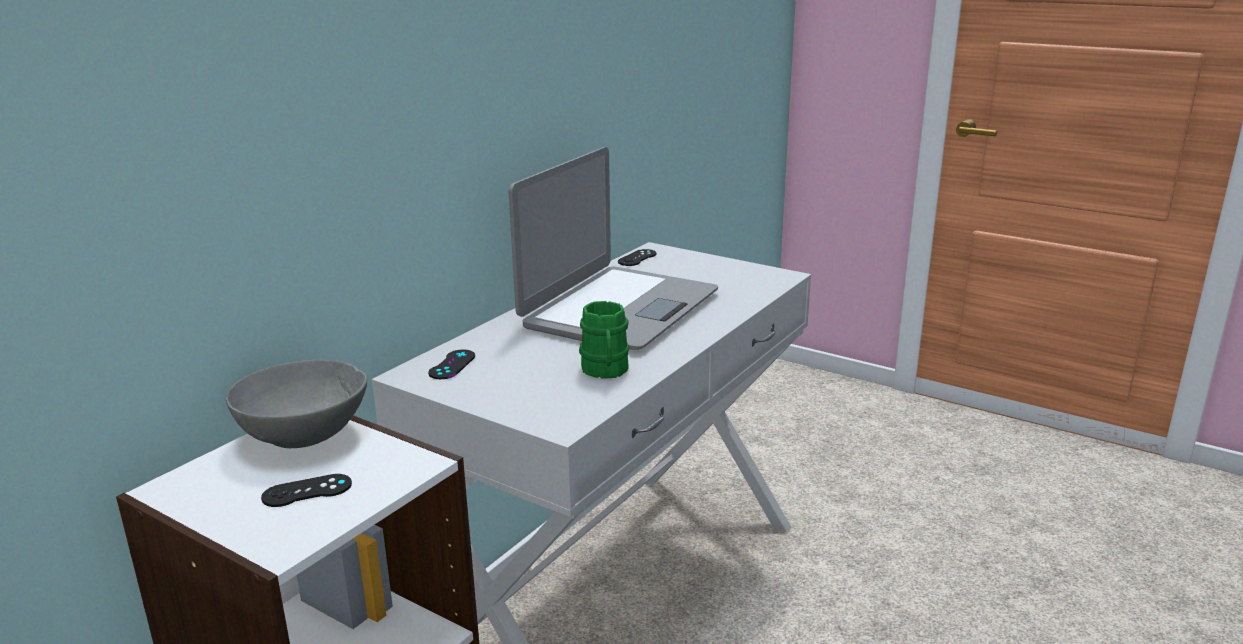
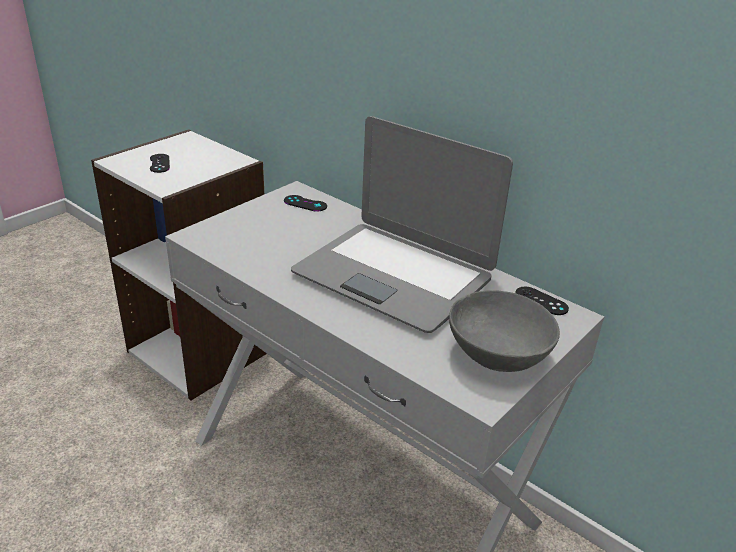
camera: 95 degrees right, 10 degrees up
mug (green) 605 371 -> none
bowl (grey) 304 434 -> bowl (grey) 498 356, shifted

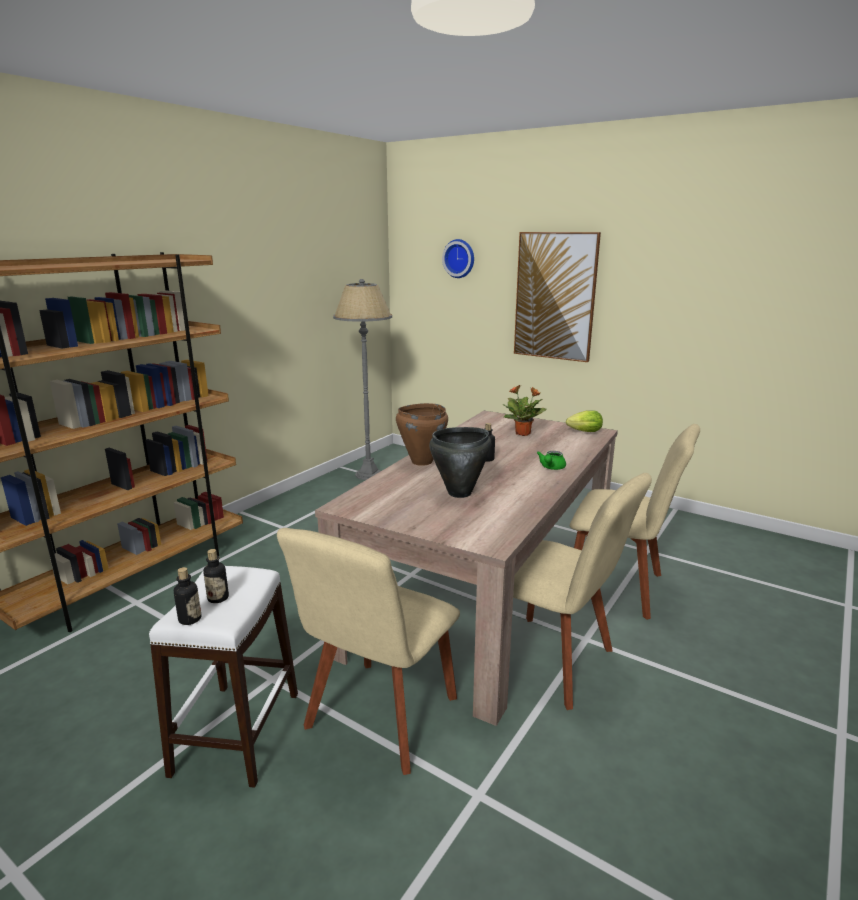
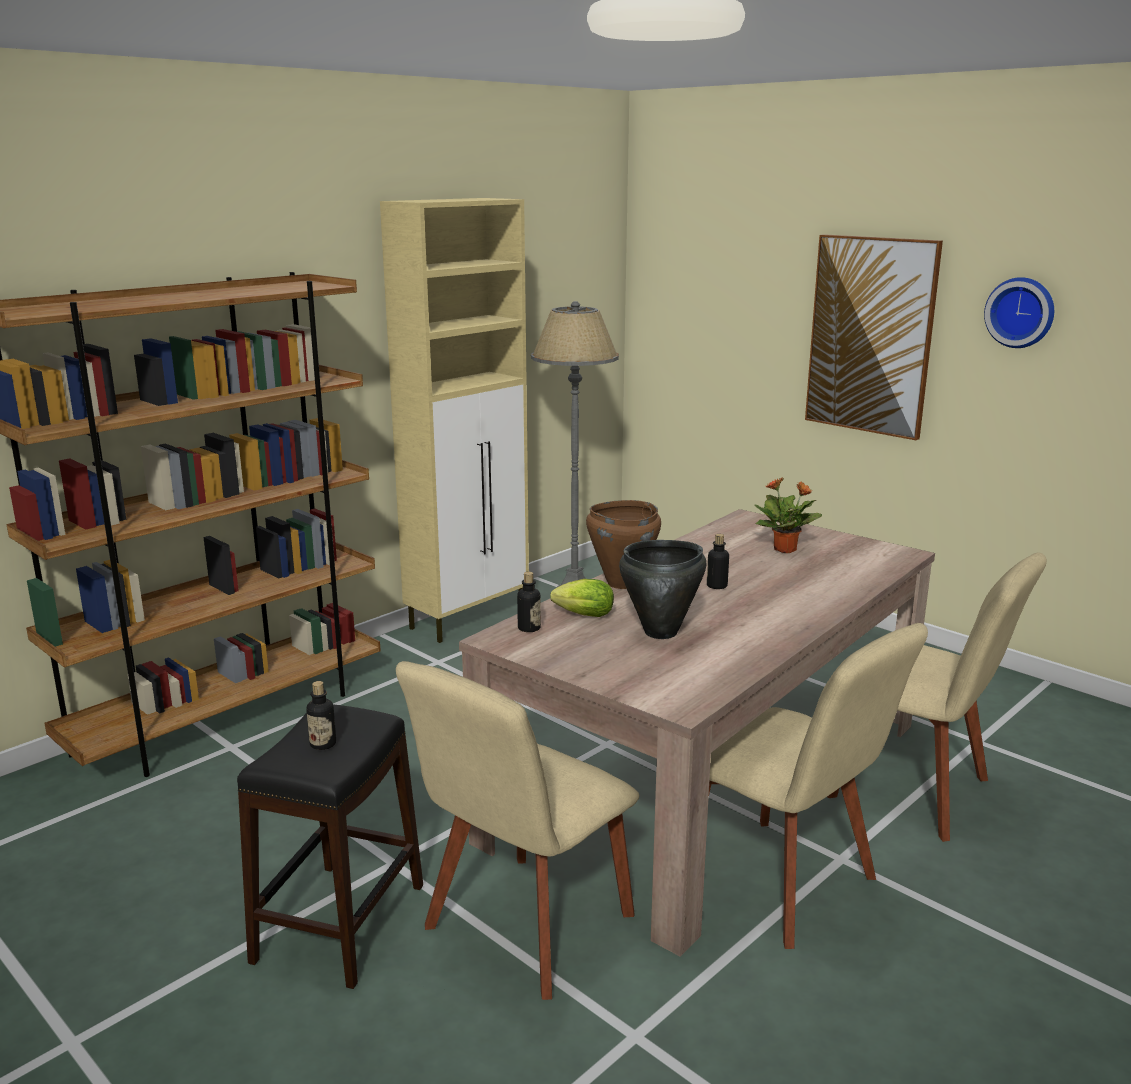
camera: 10 degrees right, 0 degrees up
wall clock 459 258 -> wall clock 1021 312, shifted
lettuce 582 432 -> lettuce 581 615, shifted
teapot (green) 551 468 -> none
stool (white) 236 733 -> stool (black) 338 923
bottle 190 619 -> bottle 529 628, shifted
none -> cabinet (beige) 469 618

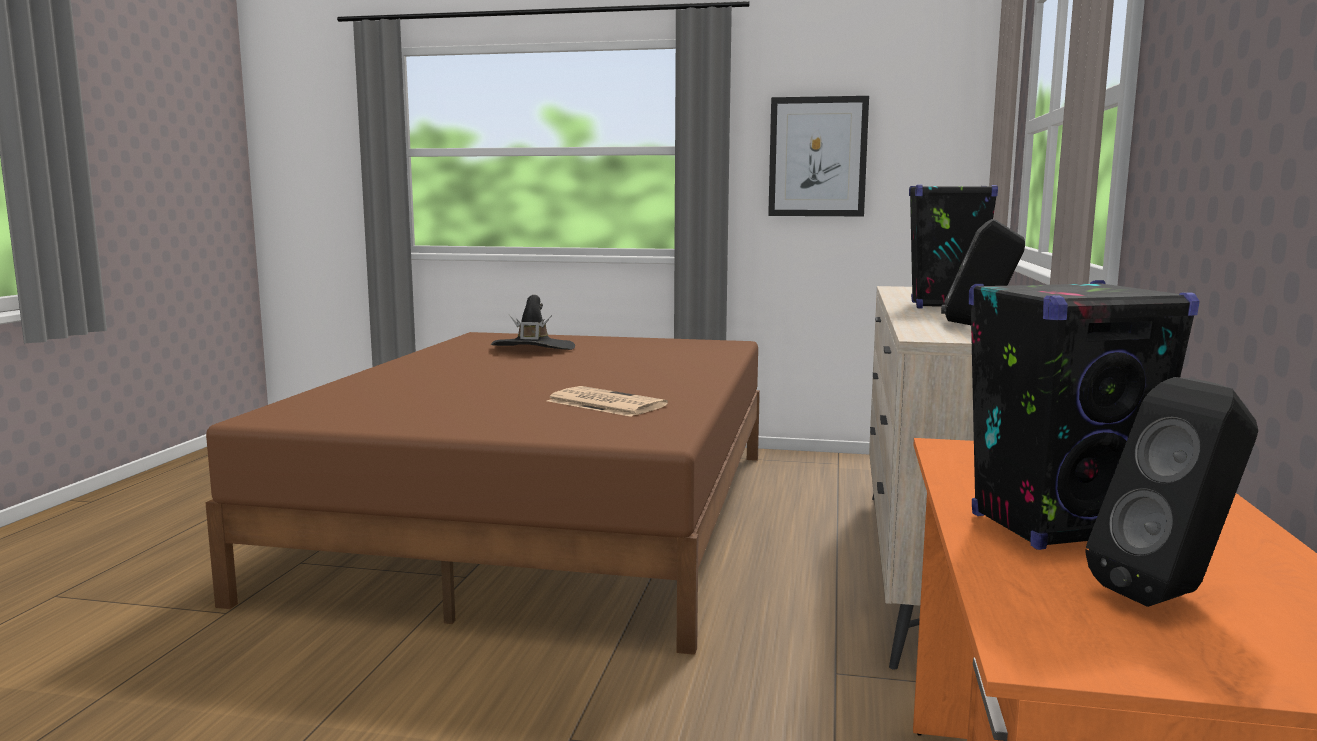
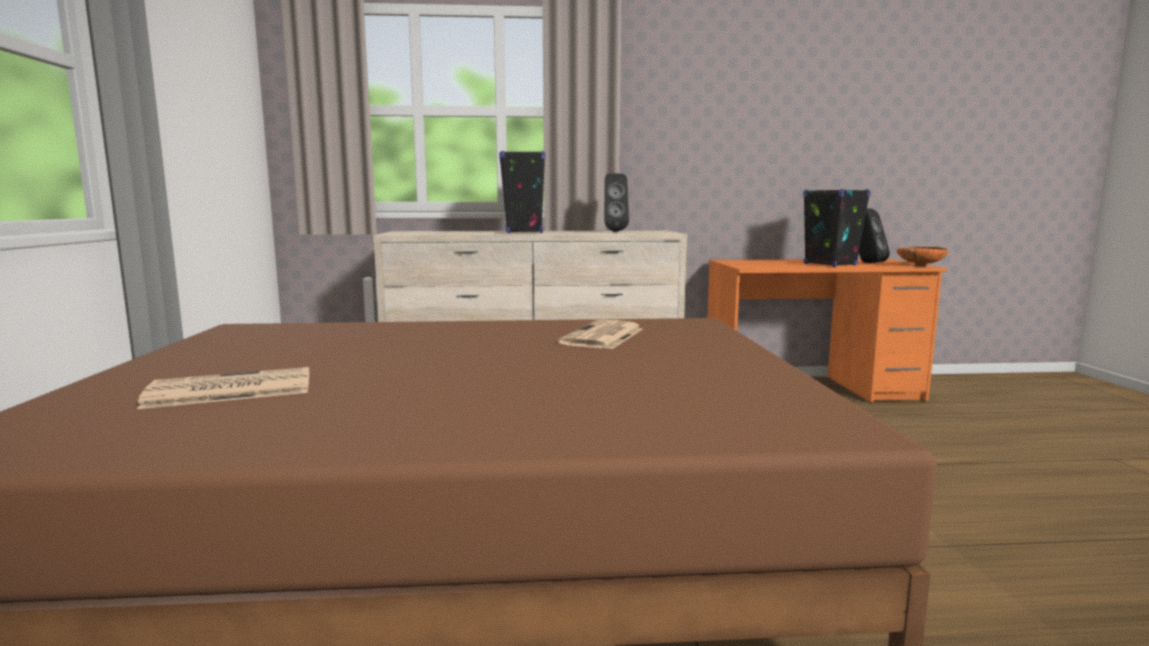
camera: 105 degrees left, 0 degrees up
picture 817 157 -> none
hat (black) 533 348 -> newspaper 228 390
none -> bowl (orange) 920 266

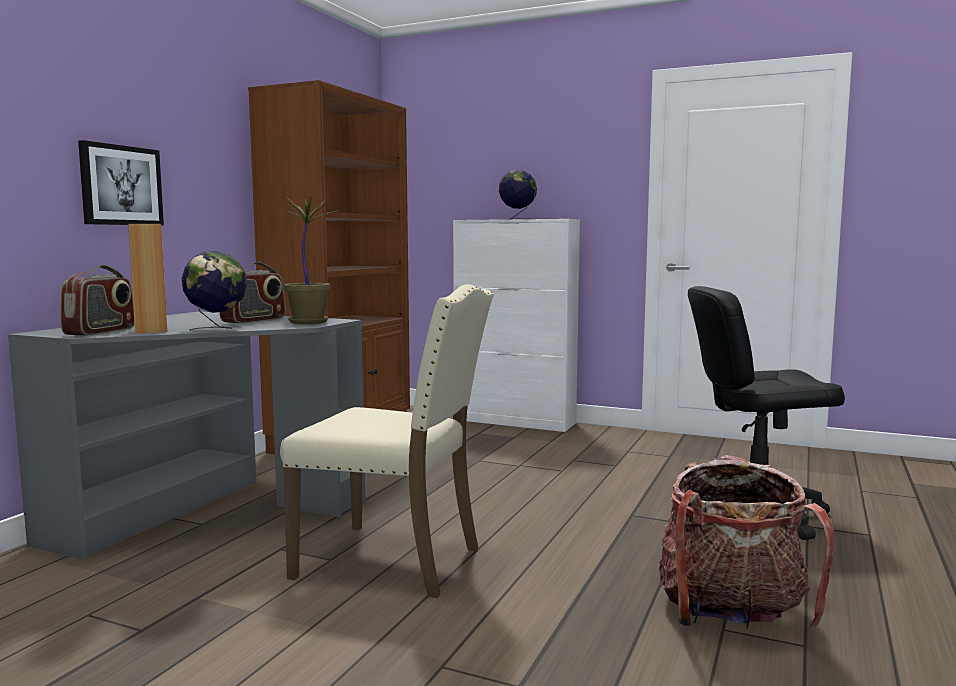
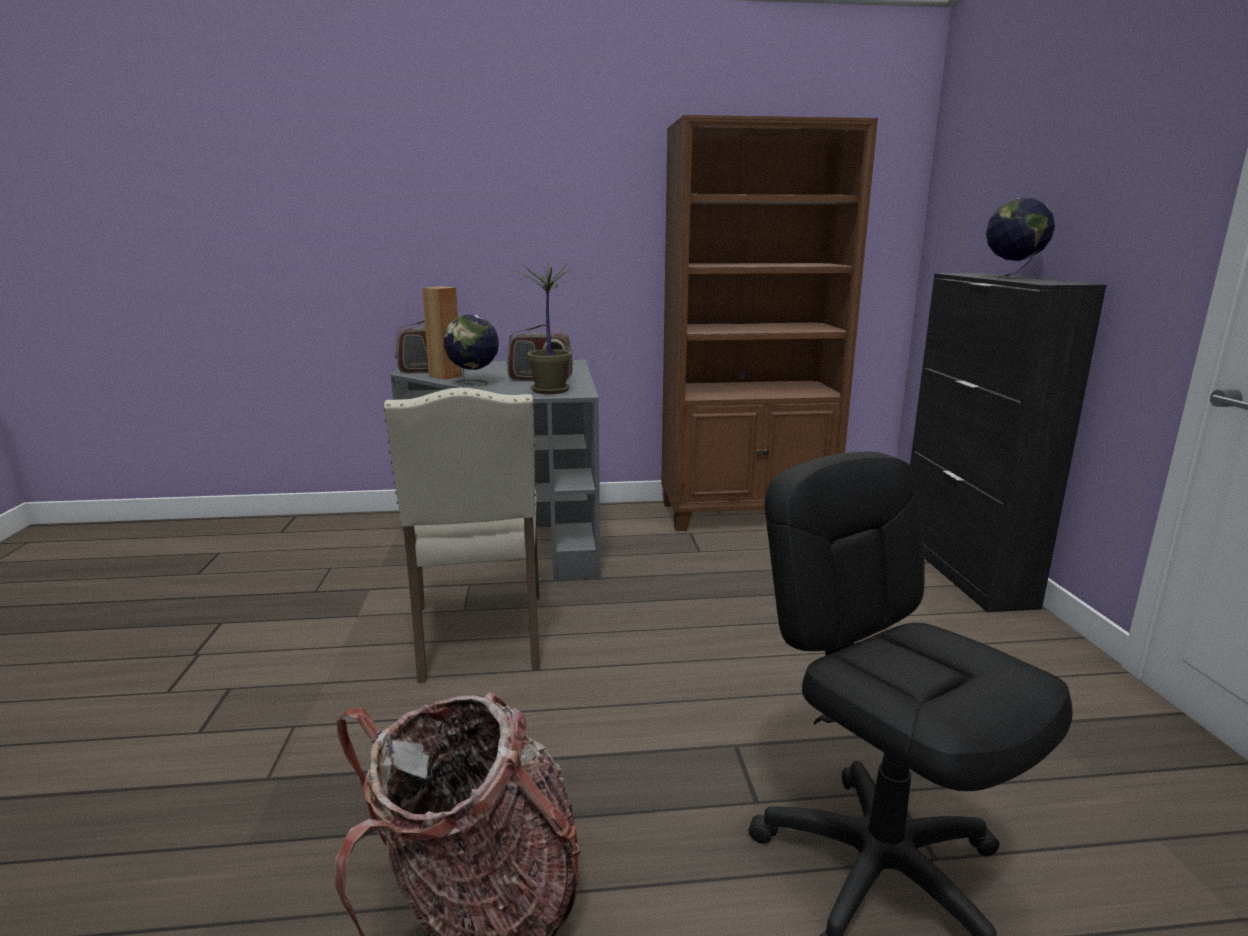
camera: 60 degrees right, 10 degrees up
picture 120 185 -> none
cabinet (white) 515 421 -> cabinet (black) 964 570

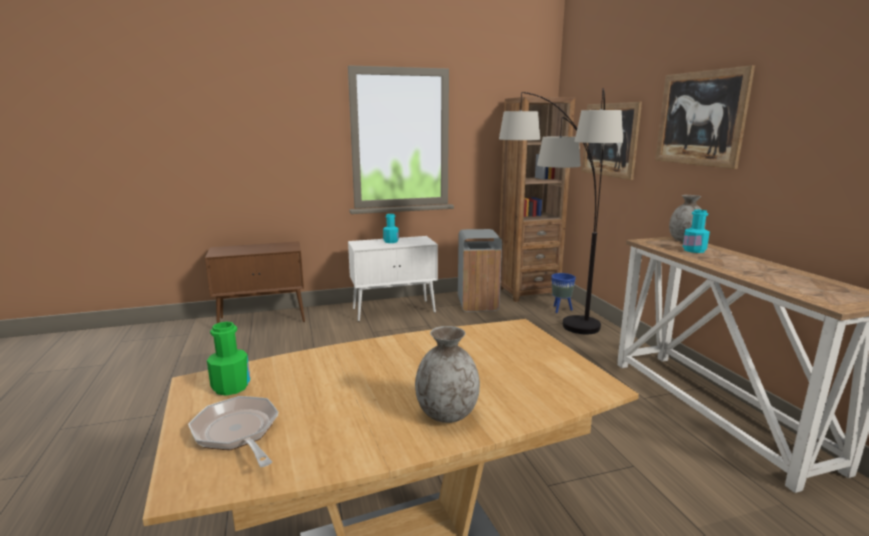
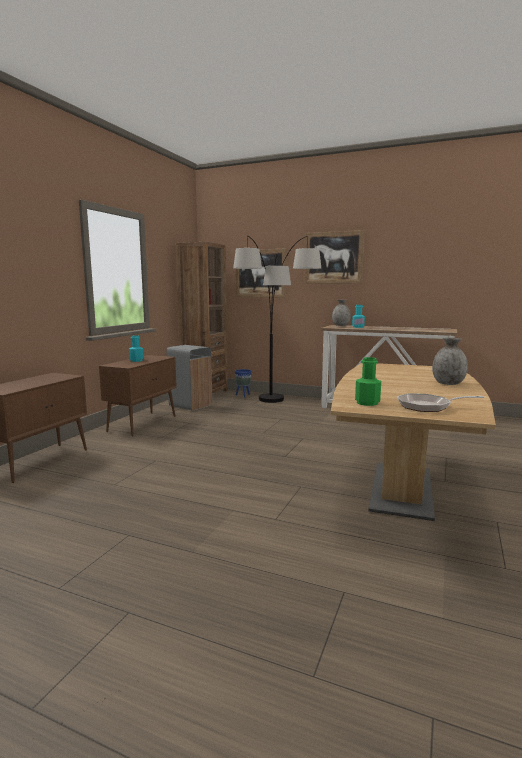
camera: 50 degrees left, 5 degrees down
cabinet (white) 394 310 -> cabinet (brown) 143 423

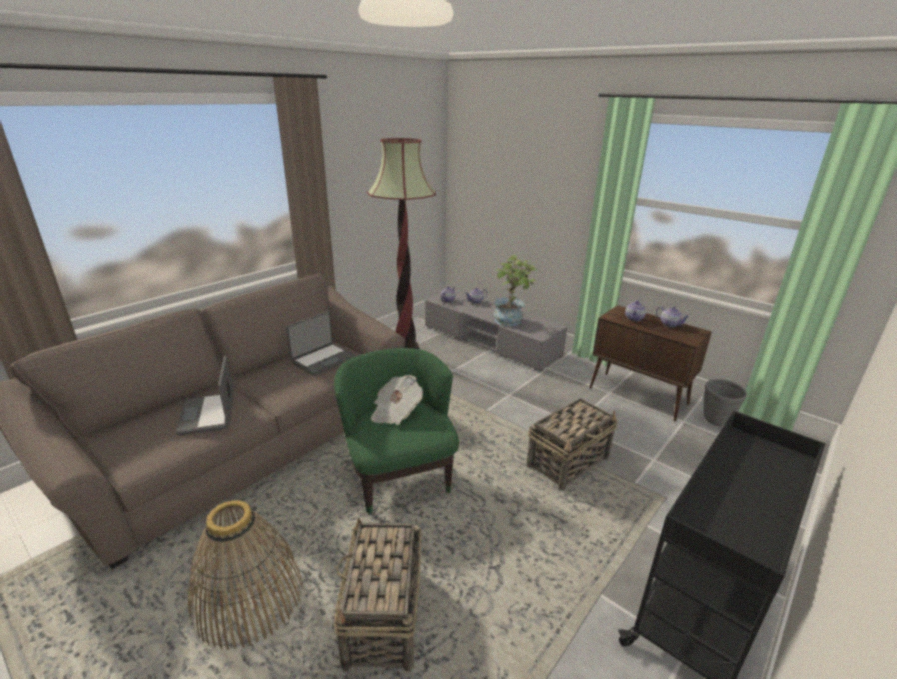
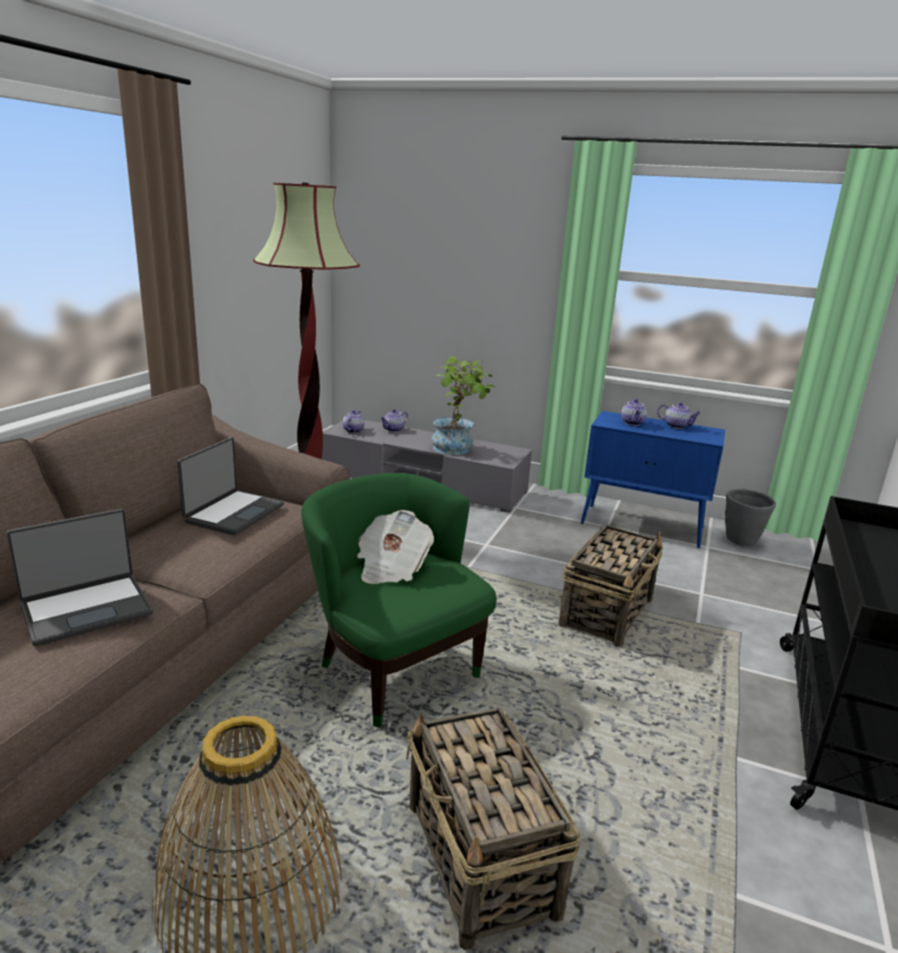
camera: 20 degrees left, 5 degrees down
cabinet (brown) 639 396 -> cabinet (blue) 643 526
laptop 209 414 -> laptop 87 609, 90 degrees counterclockwise

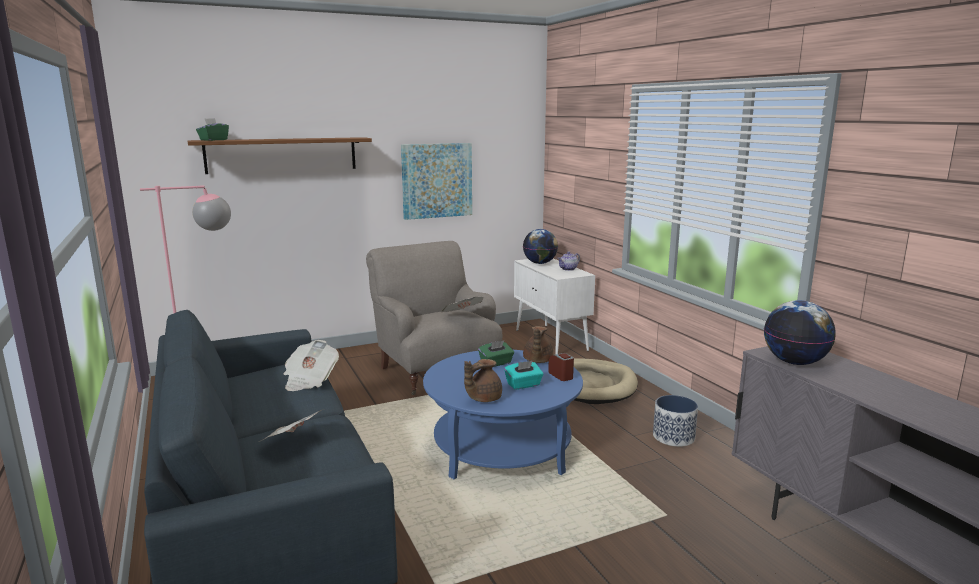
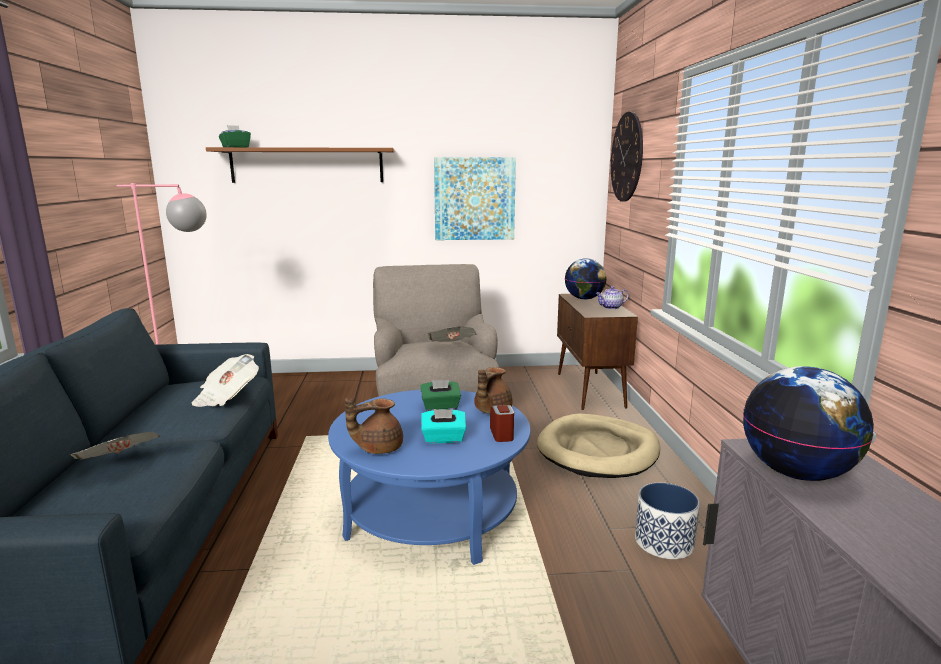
camera: 20 degrees right, 0 degrees up
cabinet (white) 551 340 -> cabinet (brown) 590 390
none -> wall clock 627 157

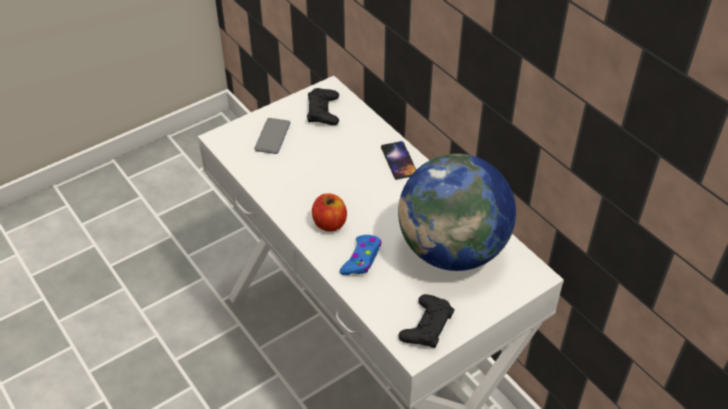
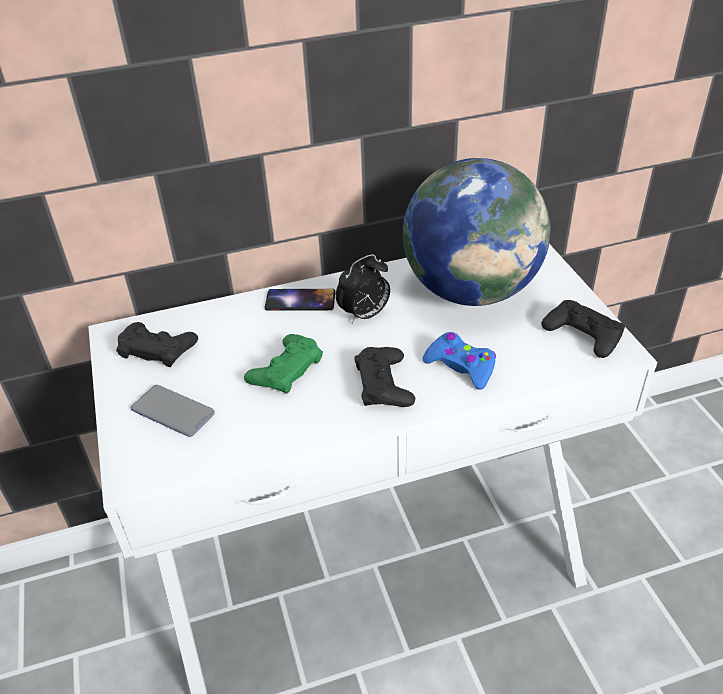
camera: 70 degrees left, 5 degrees down
apple 329 223 -> game controller (black) 384 384
none -> alarm clock 364 315
none -> game controller (green) 285 369

